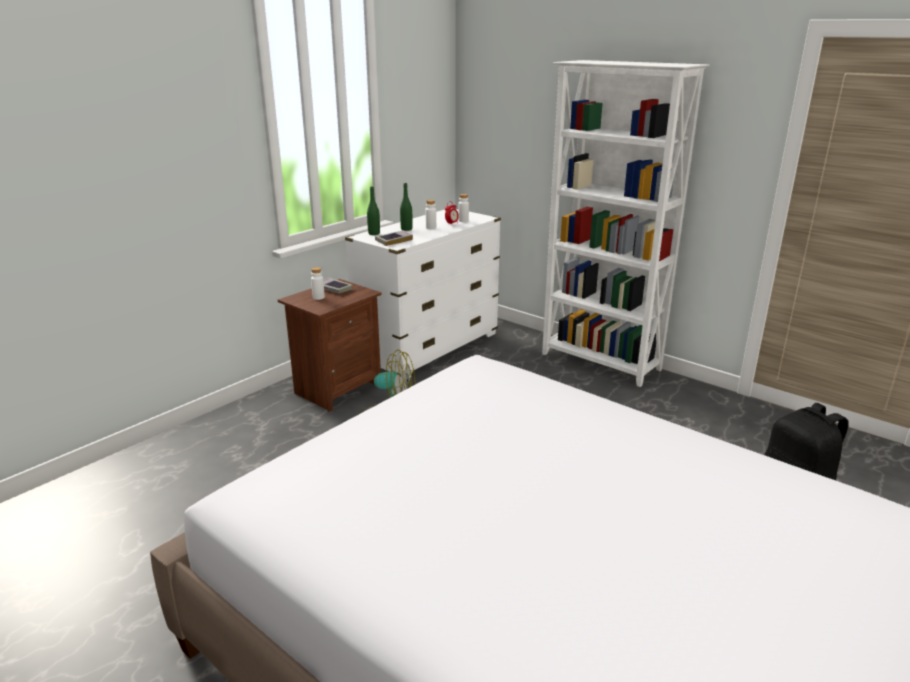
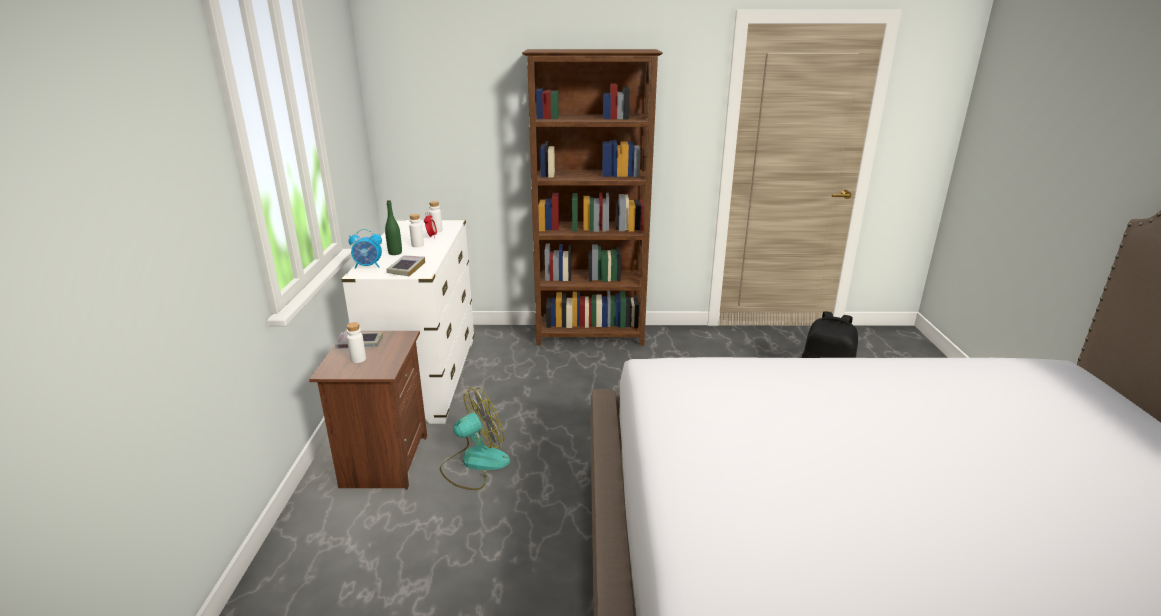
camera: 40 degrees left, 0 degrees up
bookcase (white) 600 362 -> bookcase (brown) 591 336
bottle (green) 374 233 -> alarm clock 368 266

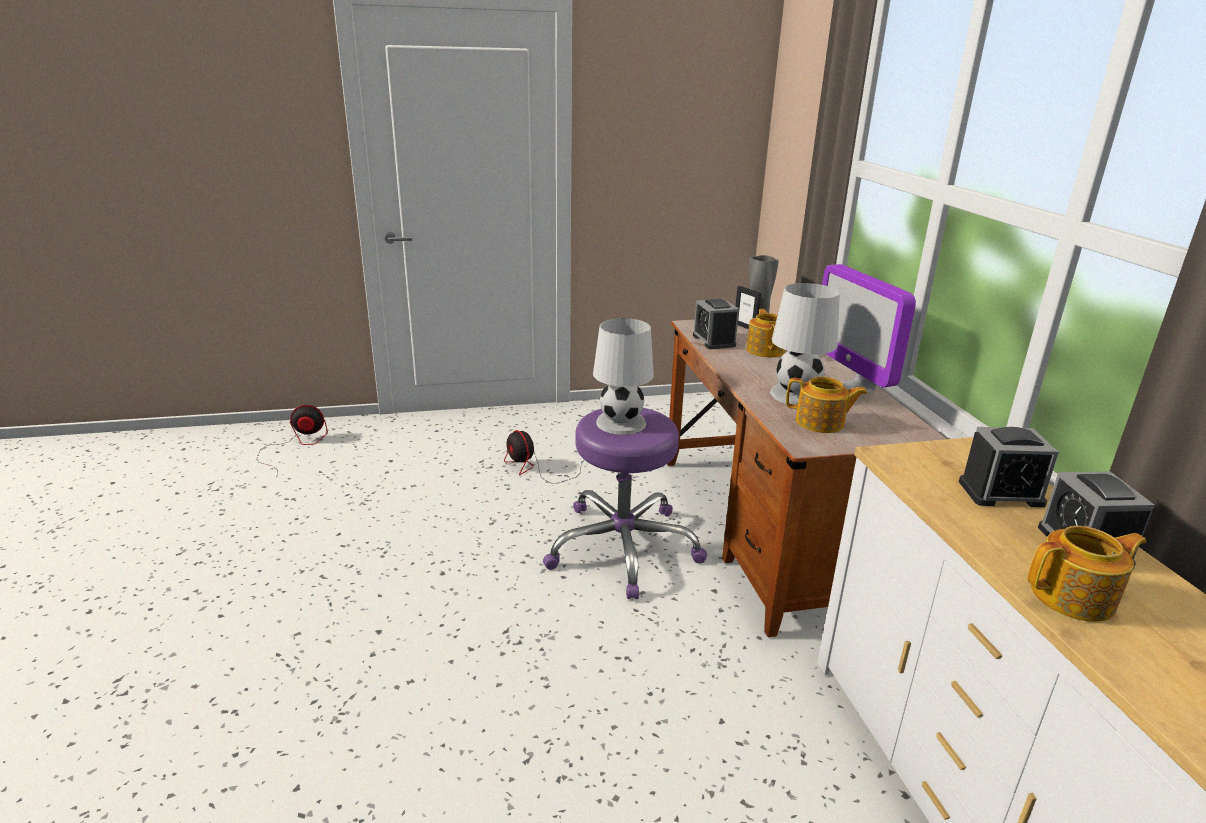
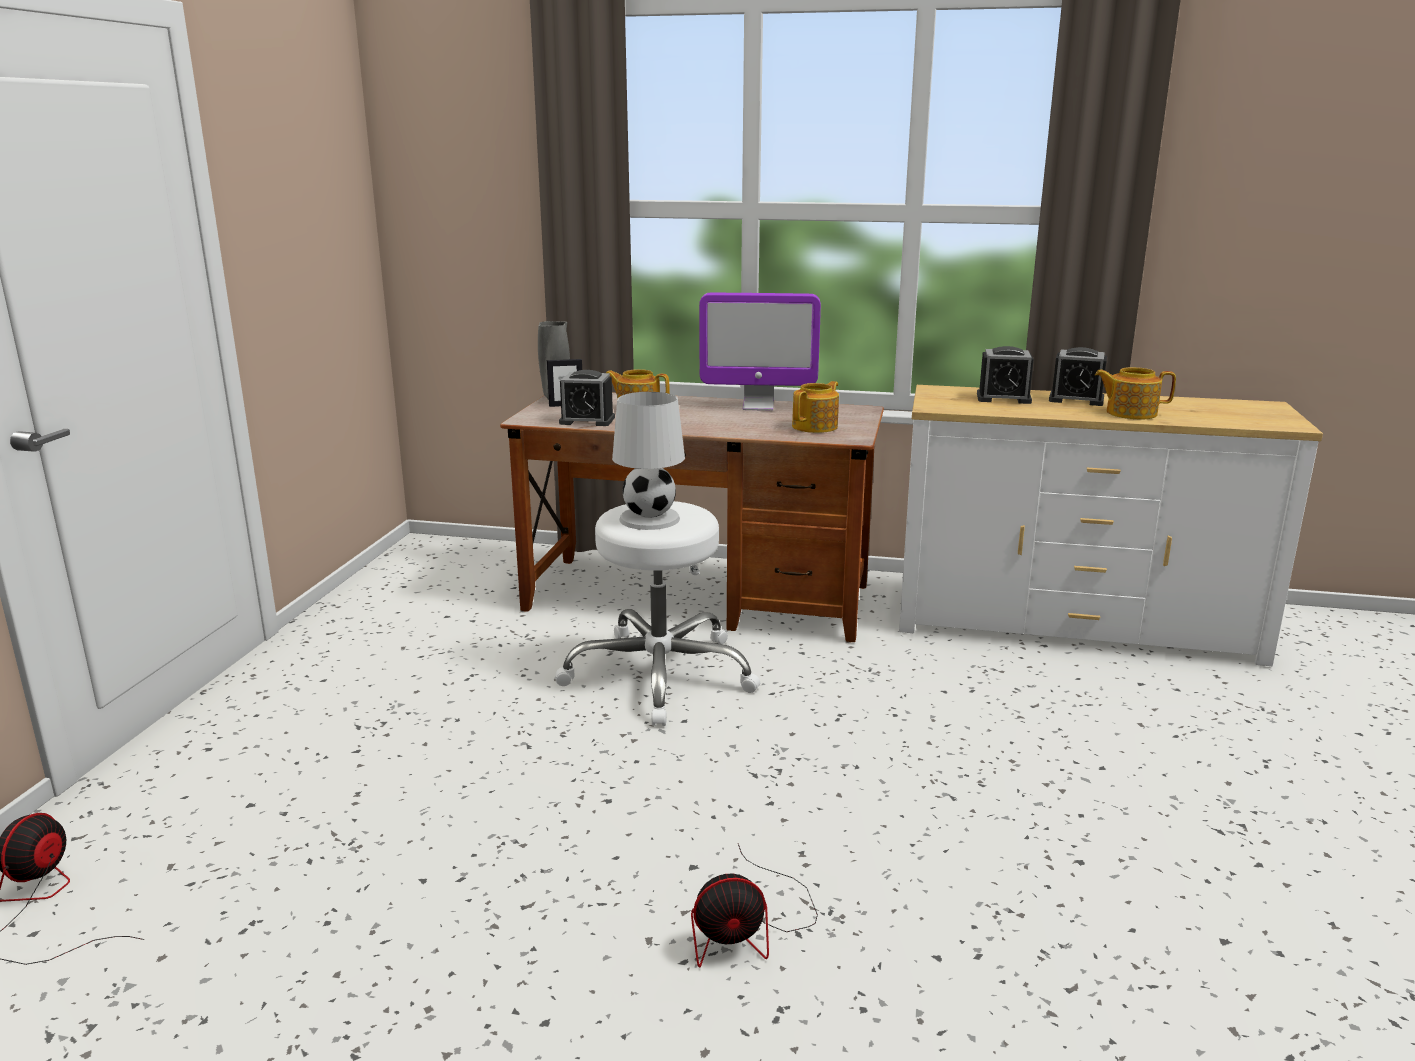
camera: 65 degrees left, 5 degrees down
table lamp (white) 796 394 -> none
stool (purple) 623 547 -> stool (white) 661 674
alarm clock 1001 493 -> alarm clock 1003 398, 75 degrees clockwise
fan 537 468 -> fan 748 928, shifted
teapot 1075 597 -> teapot 1130 413, 90 degrees counterclockwise

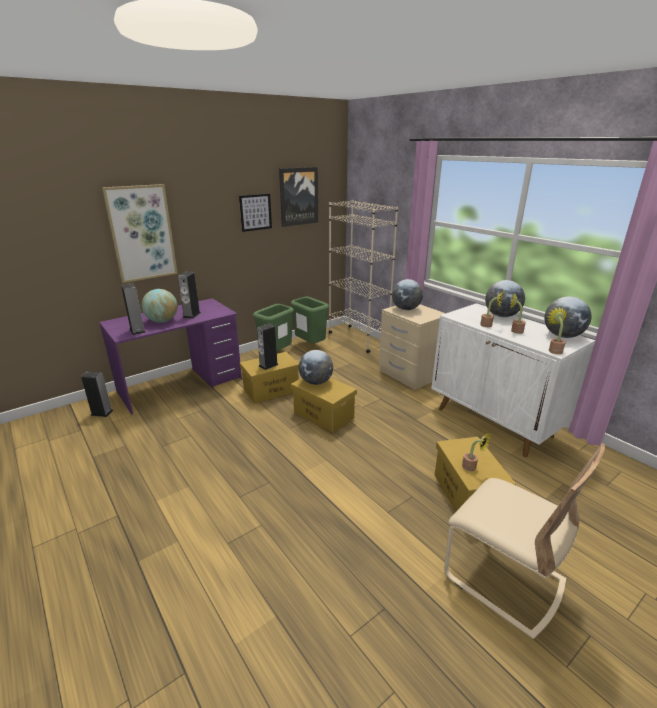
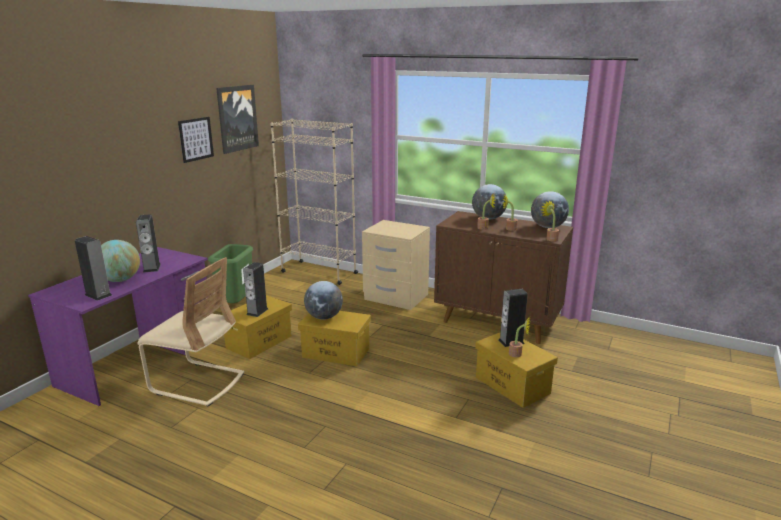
camera: 25 degrees left, 5 degrees down
picture 142 233 -> none
globe 406 309 -> none
trash can (green) 309 346 -> none
cabinet (white) 494 422 -> cabinet (brown) 498 322
speaker 102 413 -> speaker 511 341, shifted
chair (beige) 503 578 -> chair (beige) 197 383, shifted

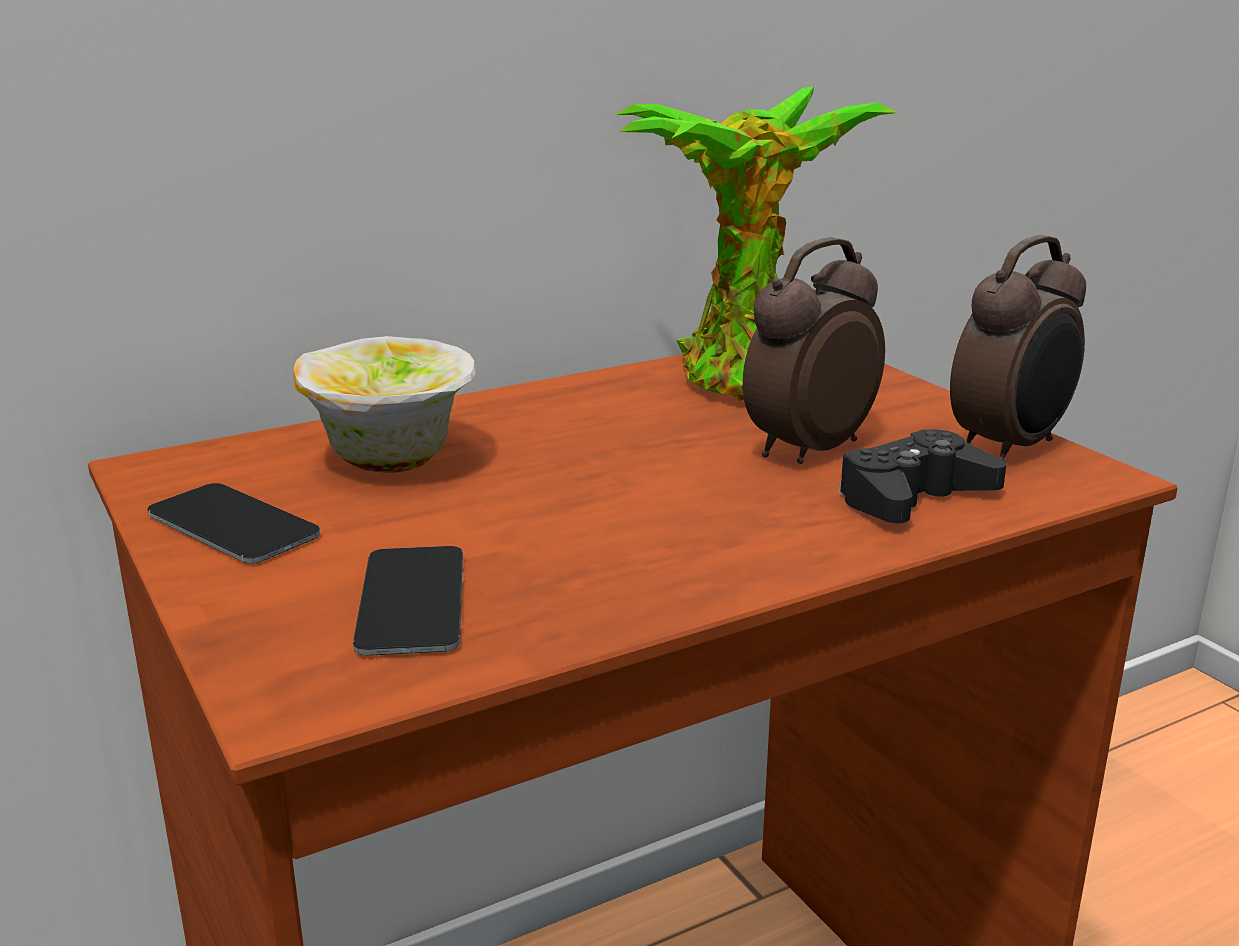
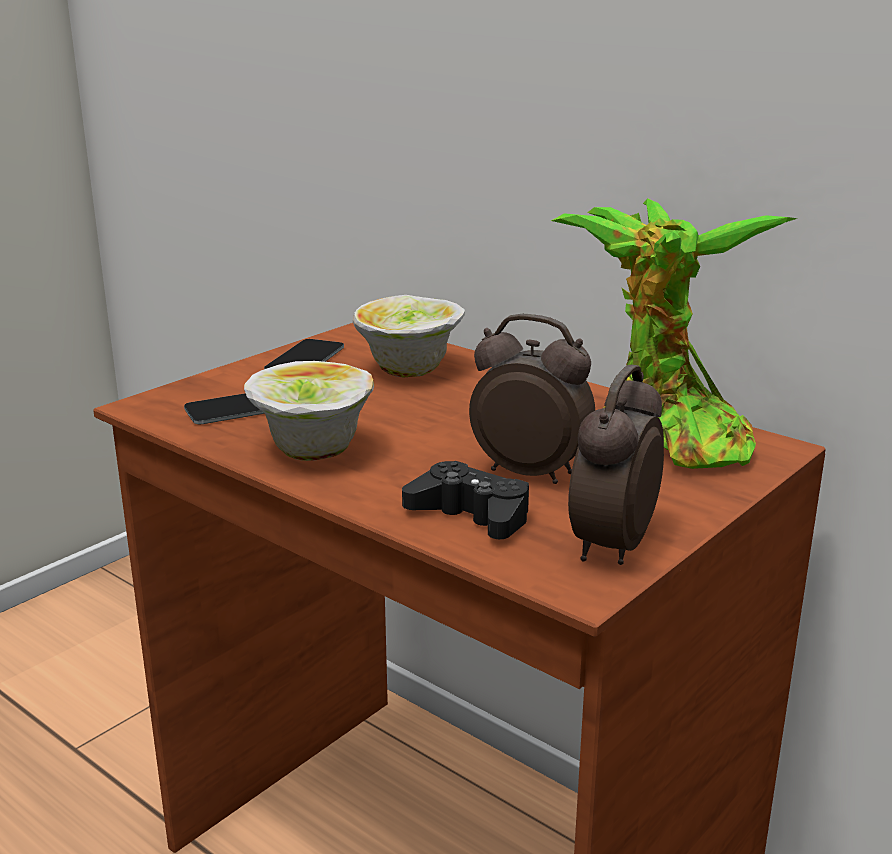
camera: 70 degrees right, 0 degrees up
alarm clock 1011 447 -> alarm clock 610 546, 90 degrees clockwise
none -> bowl 311 452

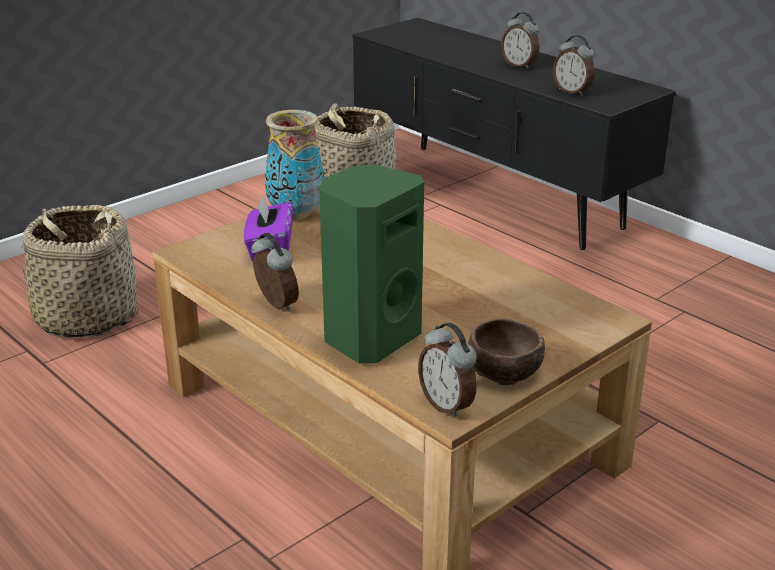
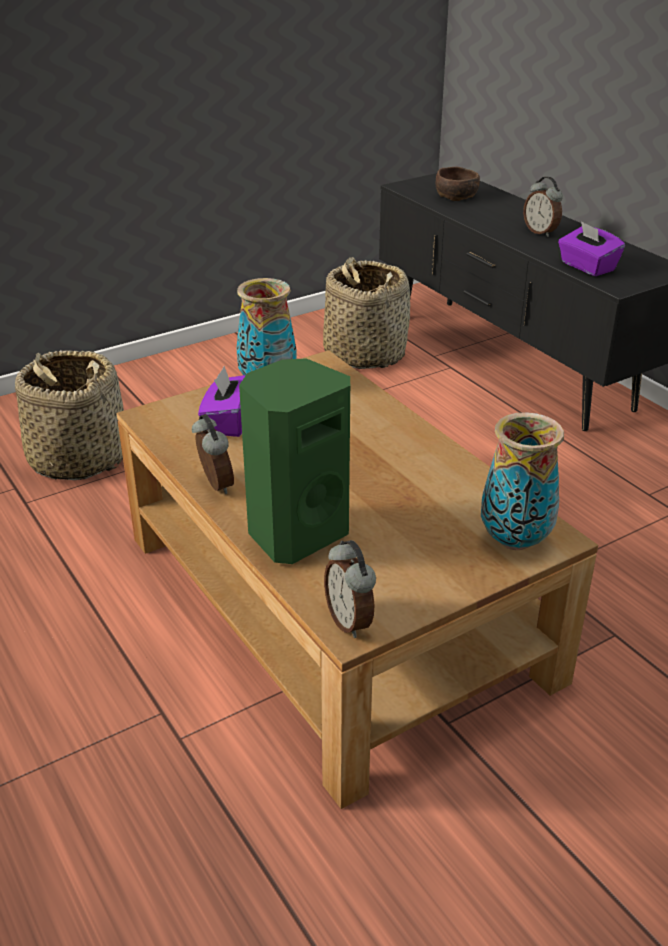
camera: 10 degrees right, 5 degrees up
alarm clock 572 91 -> tissue box (purple) 587 267
bowl (brown) 506 371 -> bowl (brown) 457 196, shifted
none -> vase 514 541

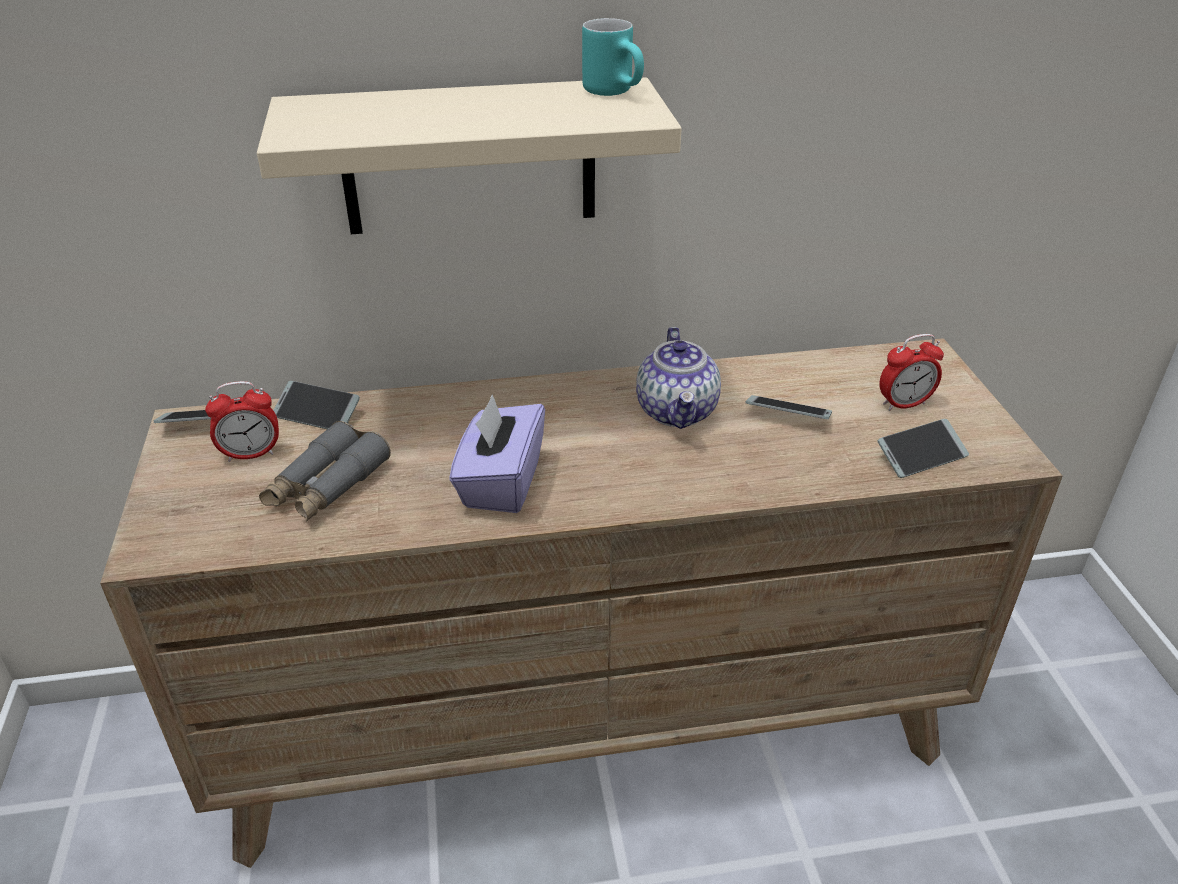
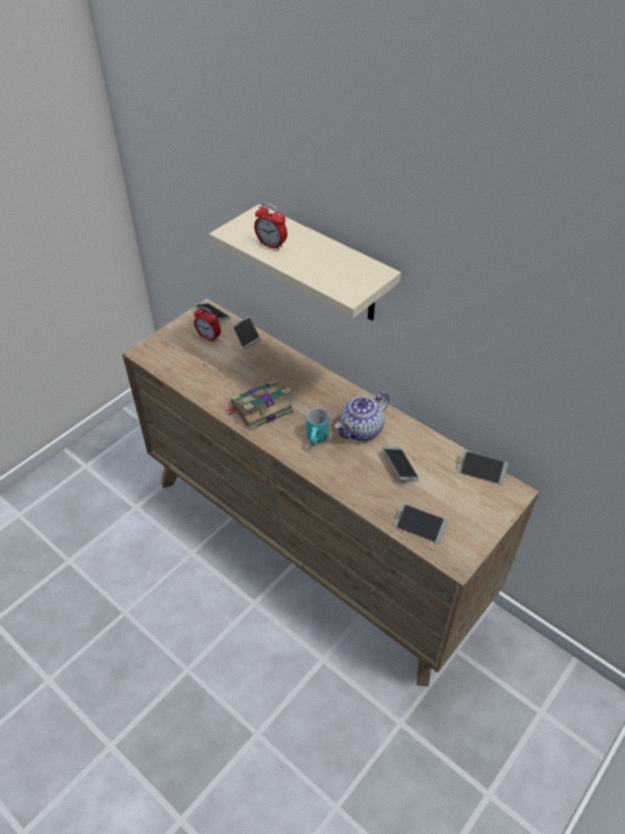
camera: 50 degrees right, 10 degrees up
mug (turquoise) 617 92 -> mug (turquoise) 317 440, shifted
alarm clock 904 404 -> alarm clock 271 245, shifted
tissue box (purple) 501 482 -> book 260 408
binoculars (grey) 327 486 -> none
none -> phone 481 471

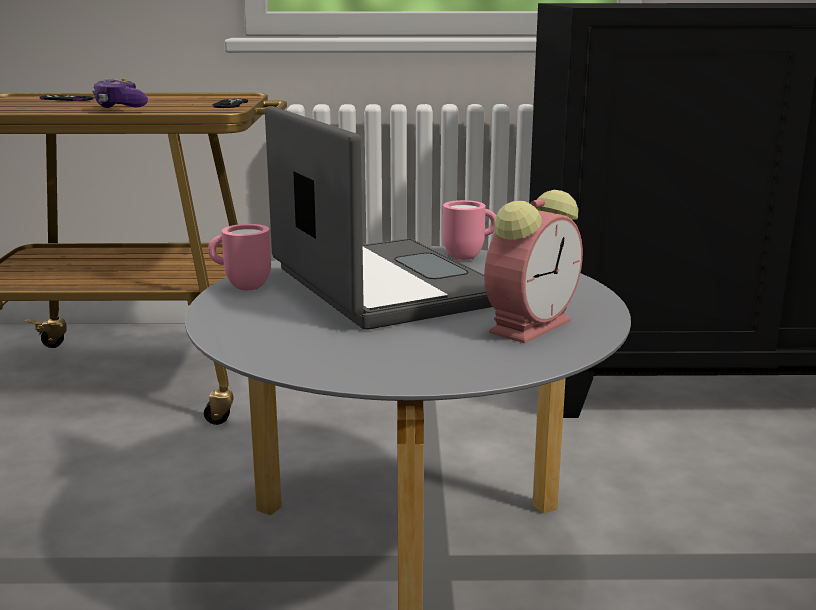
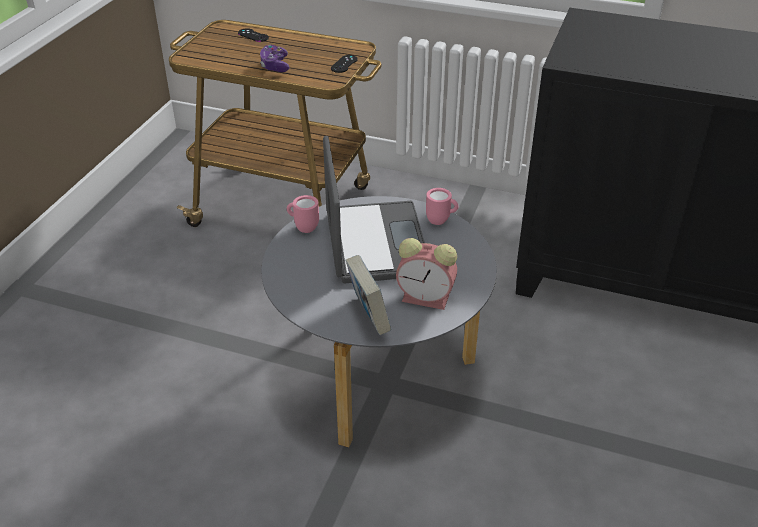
camera: 20 degrees right, 20 degrees up
alarm clock 531 325 -> alarm clock 427 298, 45 degrees clockwise
none -> book 368 317

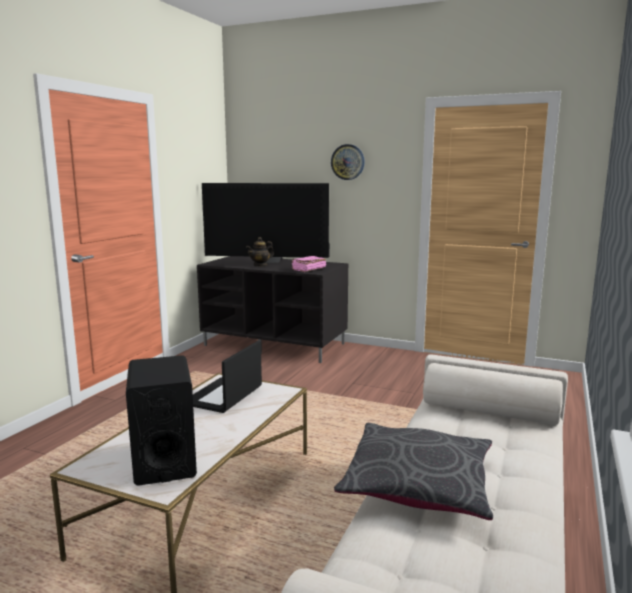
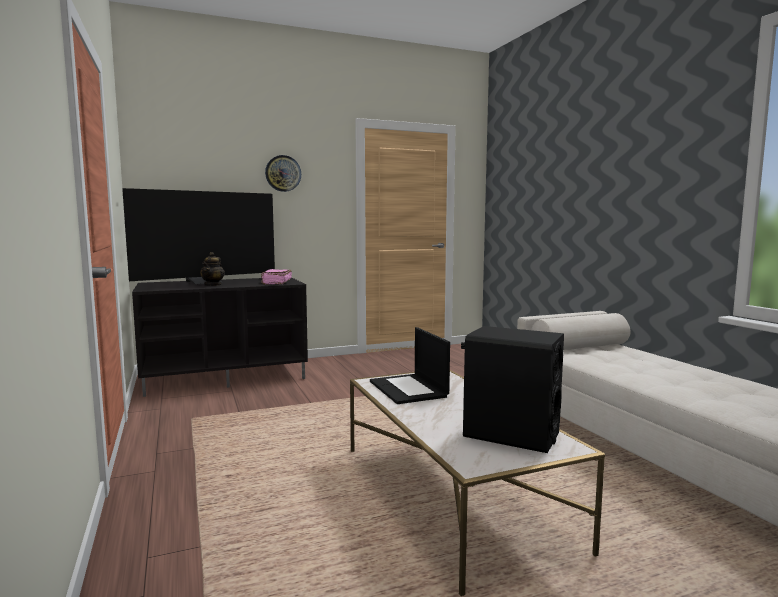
camera: 45 degrees left, 5 degrees down
pillow (grey) 418 483 -> none

